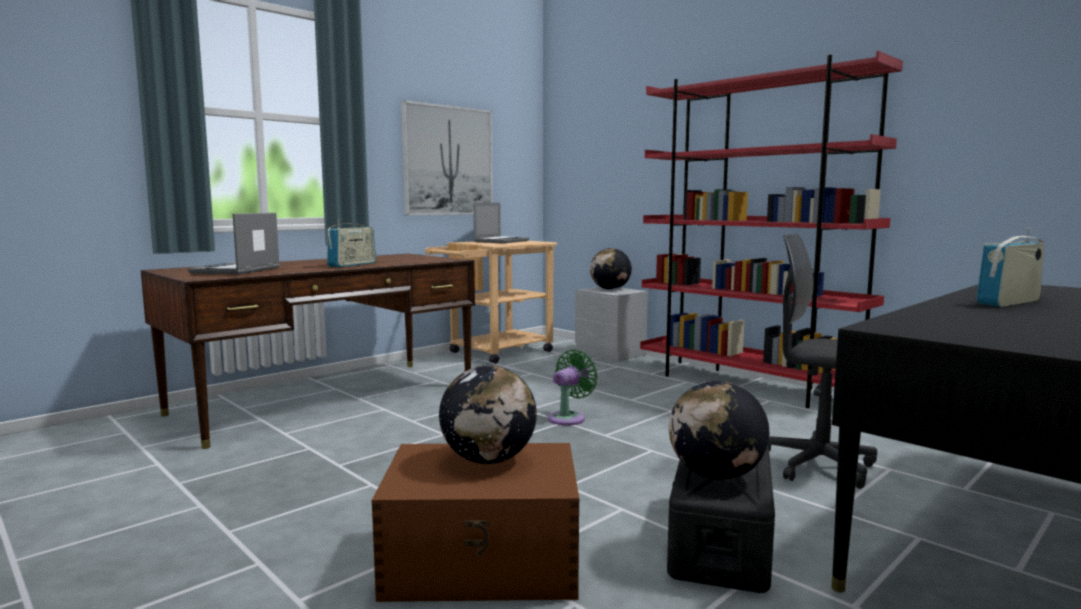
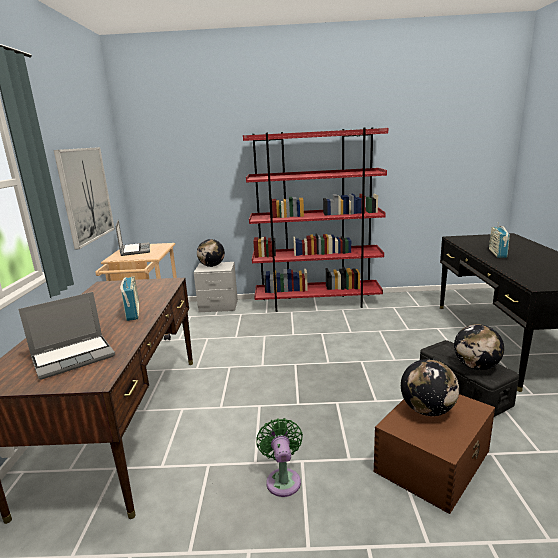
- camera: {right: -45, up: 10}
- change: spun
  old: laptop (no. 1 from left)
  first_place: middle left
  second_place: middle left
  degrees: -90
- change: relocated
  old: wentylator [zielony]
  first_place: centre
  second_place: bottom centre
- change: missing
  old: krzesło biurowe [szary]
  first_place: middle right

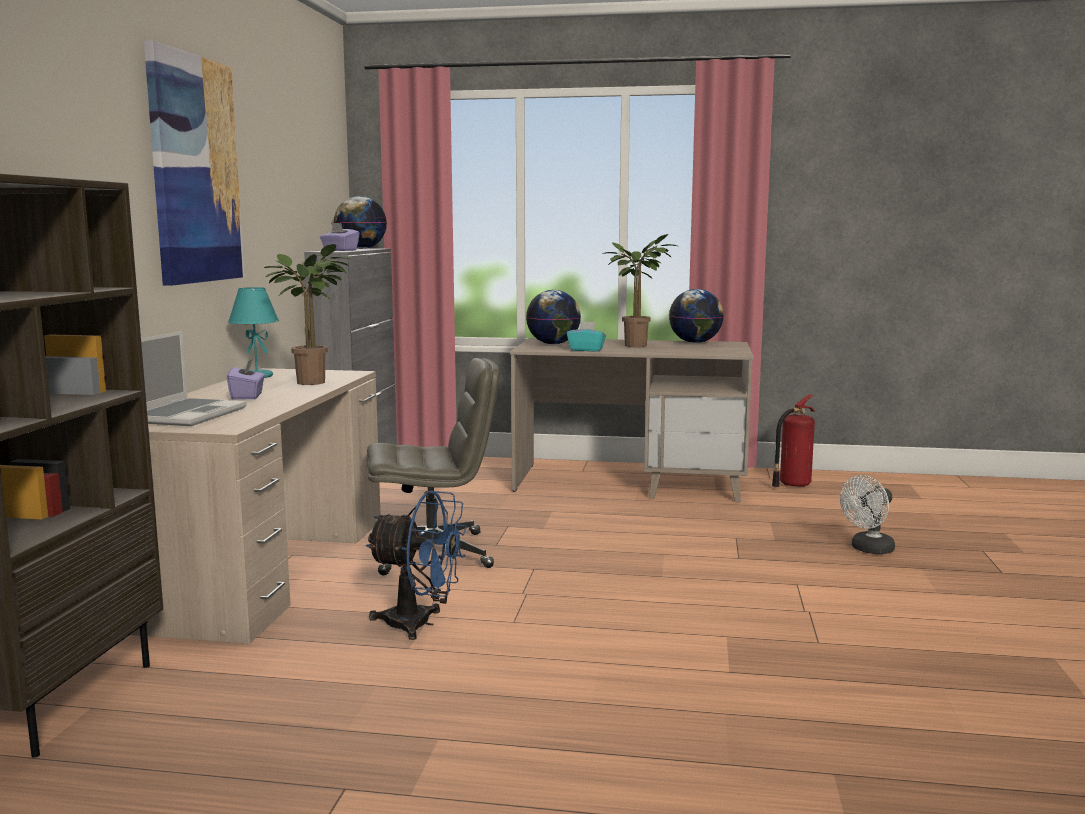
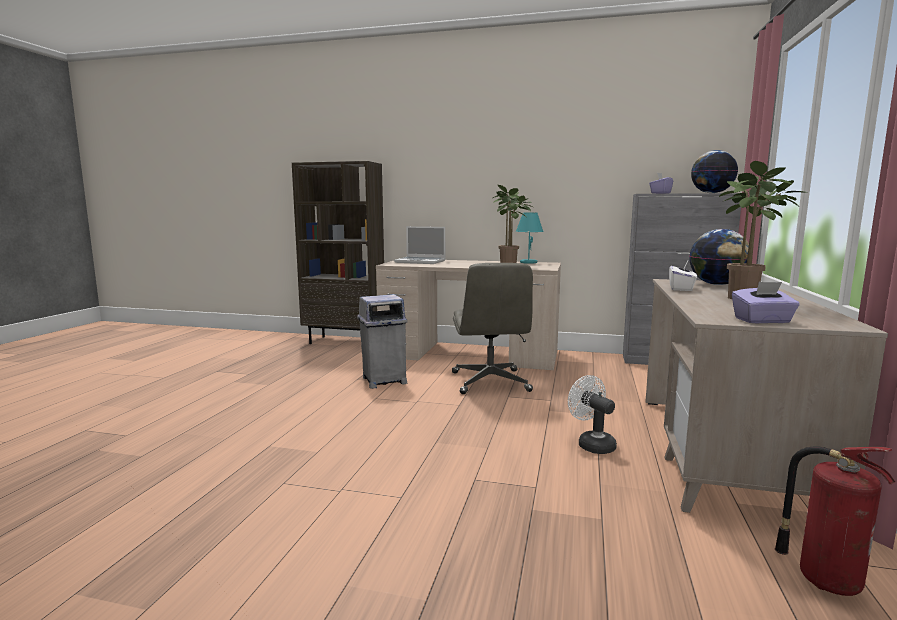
- camera: {right: 95, up: 0}
- change: exchanged
  old: wentylator [niebieski]
  new: kosz na śmieci [szary]
  first_place: bottom centre
  second_place: centre
- change: relocated
  old: wentylator [biały]
  first_place: middle right
  second_place: bottom centre
- change: colour
  old: pudełko chusteczek [turkusowy]
  new: pudełko chusteczek [biały]
  first_place: centre
  second_place: middle right
- change: relocated
  old: pudełko chusteczek [fioletowy] (no. 1 from left in the first image)
  new: pudełko chusteczek [fioletowy] (no. 2 from left)
  first_place: middle left
  second_place: middle right
- change: missing
  old: obraz
  first_place: top left
- change: missing
  old: globus (no. 3 from left)
  first_place: centre

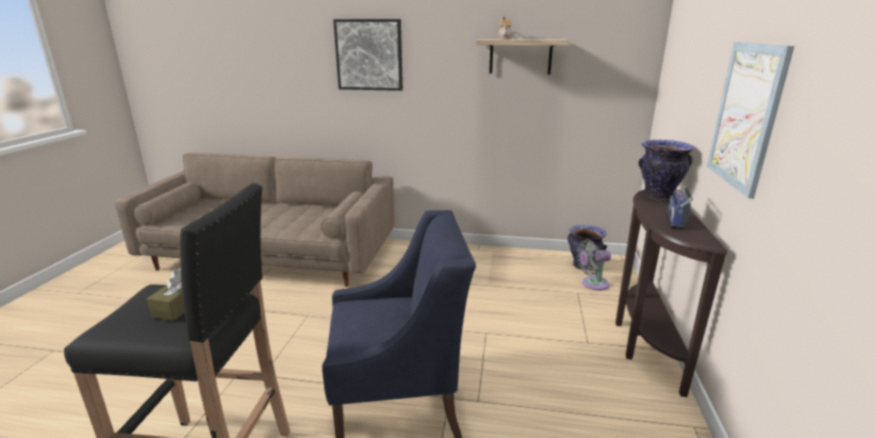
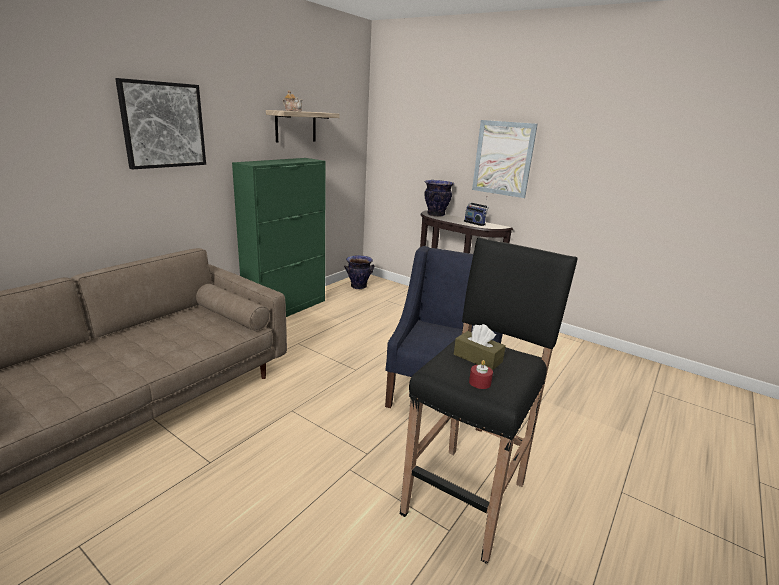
- camera: {right: -65, up: 0}
- change: appeared
  new: szafka [zielony]
  second_place: centre
- change: appeared
  new: świeca [czerwony]
  second_place: centre
- change: missing
  old: wentylator [szary]
  first_place: middle right

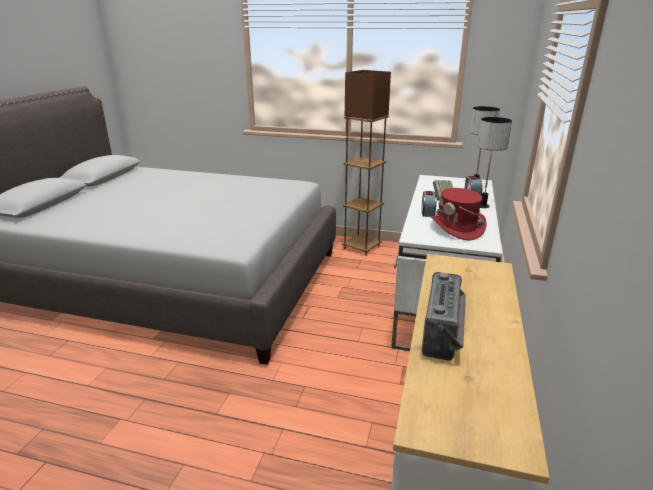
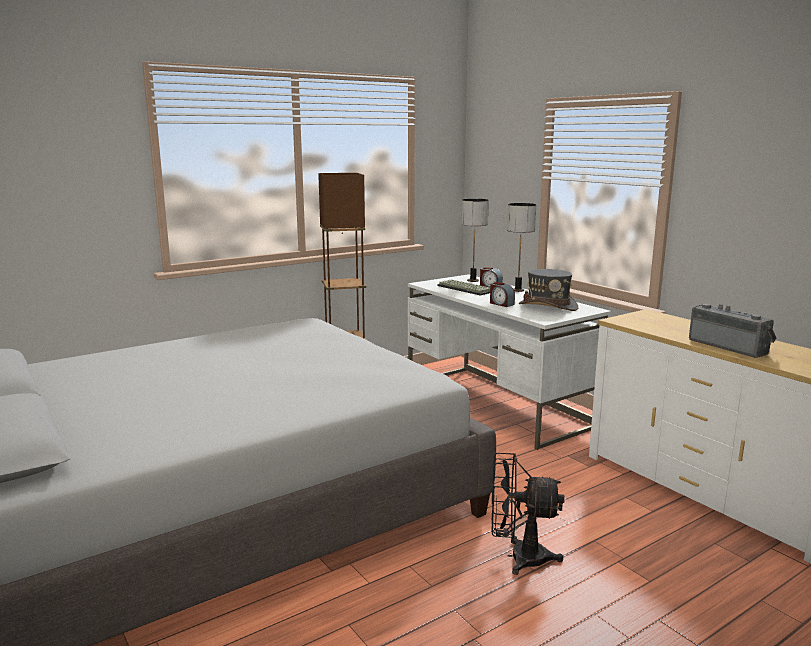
- camera: {right: -50, up: -10}
- change: appeared
  new: wentylator [czarny]
  second_place: bottom centre
- change: colour
  old: kapelusz [czerwony]
  new: kapelusz [szary]
  first_place: middle right
  second_place: middle right

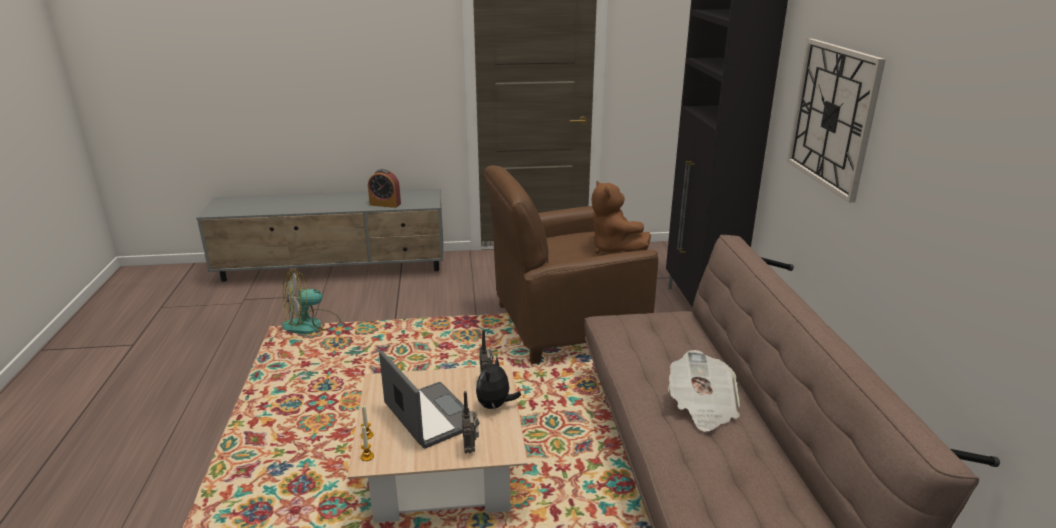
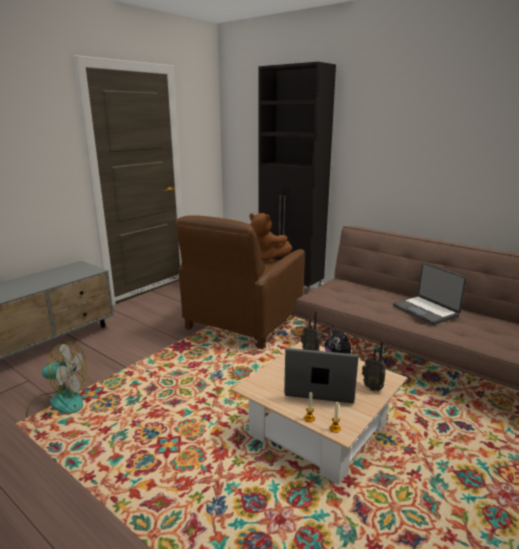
- camera: {right: -45, up: -5}
- change: spun
  old: wentylator
  first_place: middle left
  second_place: bottom left
  degrees: -105
- change: exchanged
  old: gazeta
  new: laptop (no. 2 from left)
  first_place: bottom right
  second_place: middle right
- change: missing
  old: budzik
  first_place: centre
- change: missing
  old: zegar ścienny
  first_place: top right

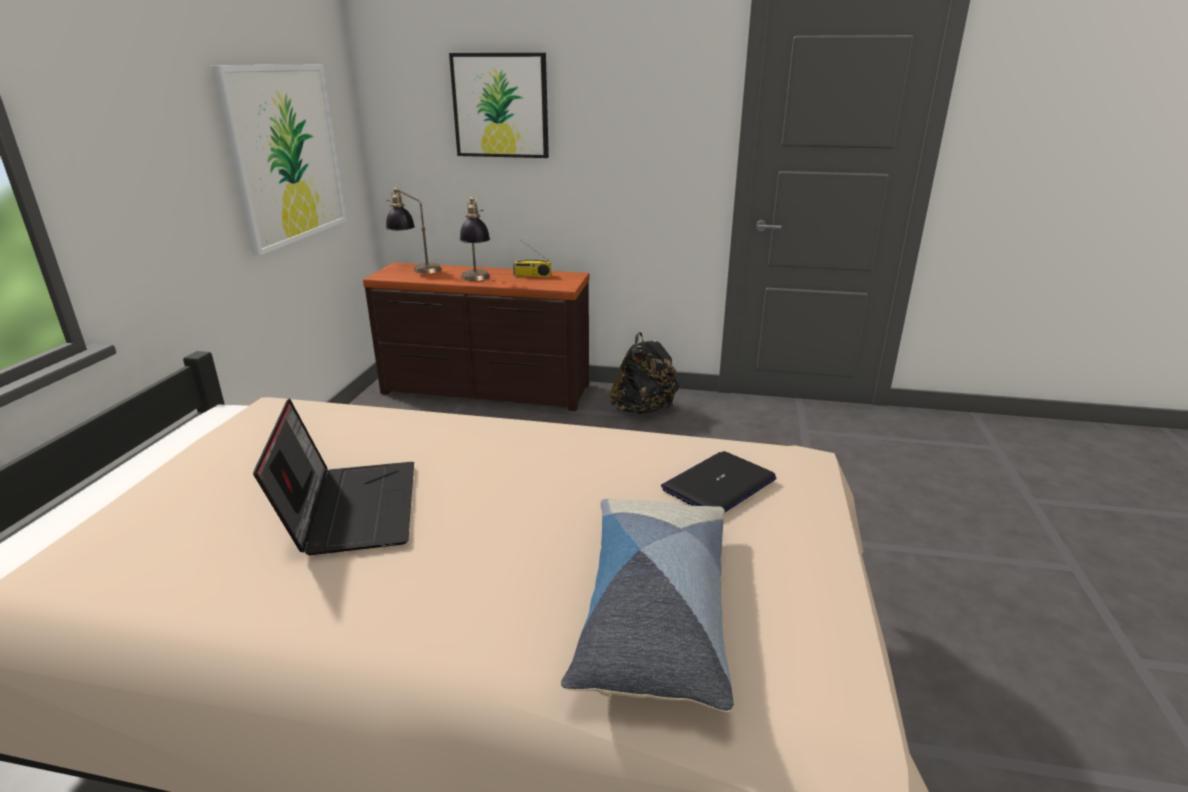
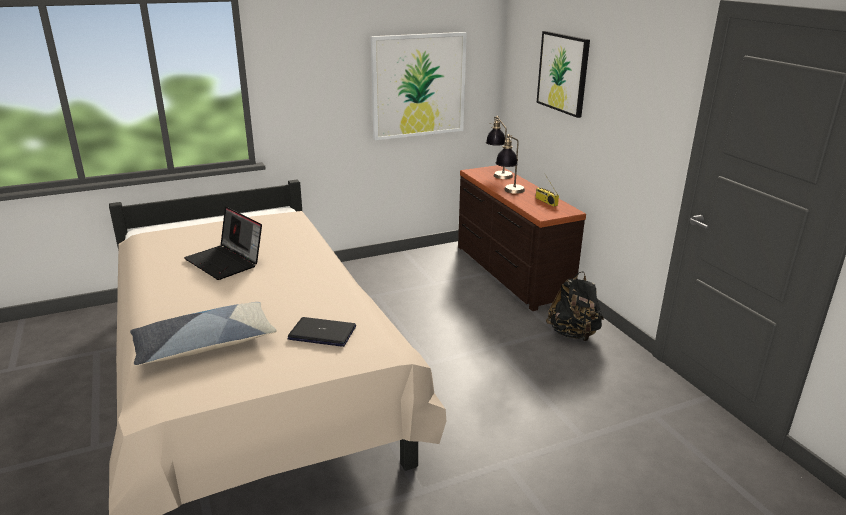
- camera: {right: 55, up: 0}
- change: spun
  old: laptop (no. 1 from left)
  first_place: middle left
  second_place: middle left
  degrees: 90

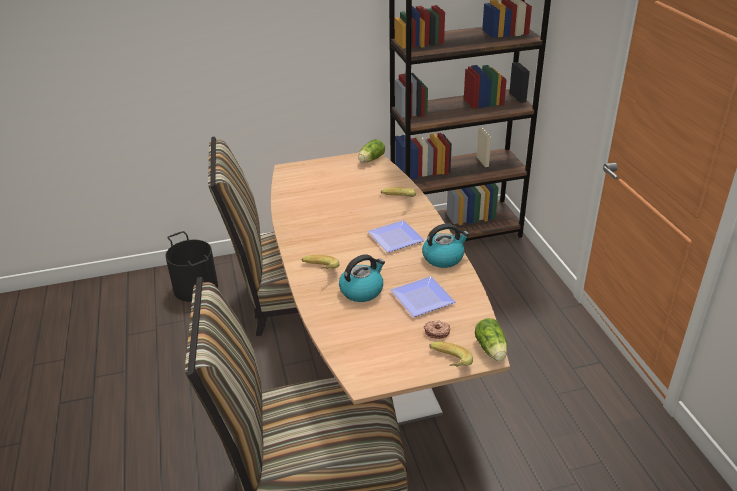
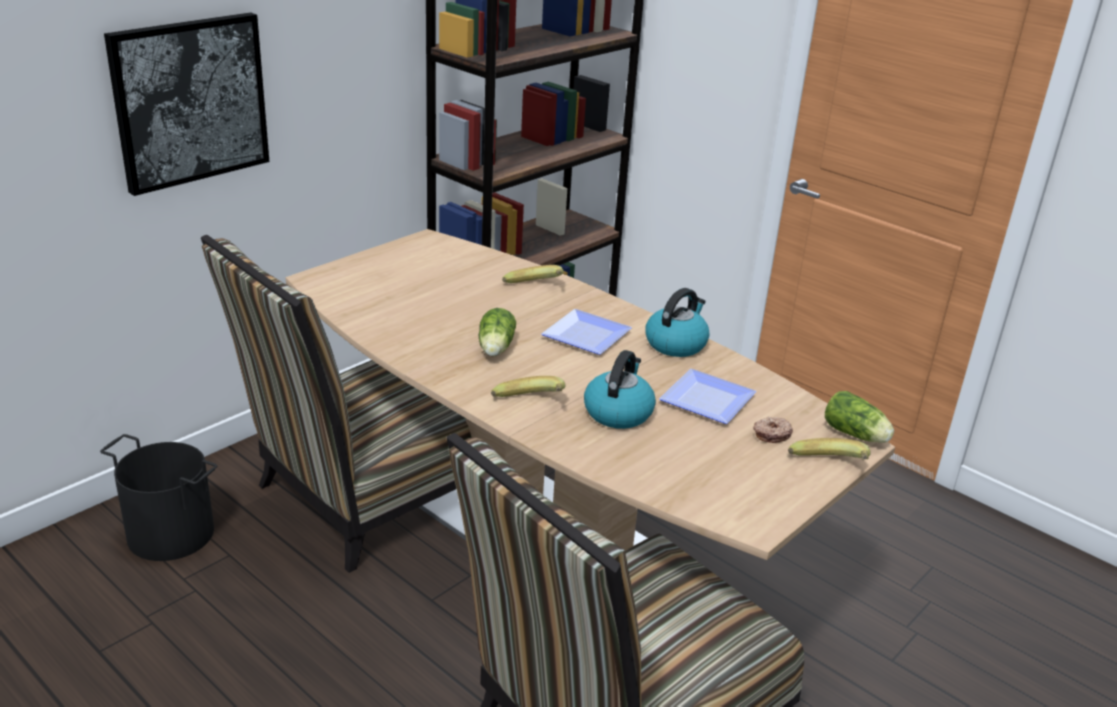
- camera: {right: -35, up: -5}
- change: appeared
  new: obraz
  second_place: top left
- change: relocated
  old: sałata (no. 1 from left)
  first_place: top centre
  second_place: centre

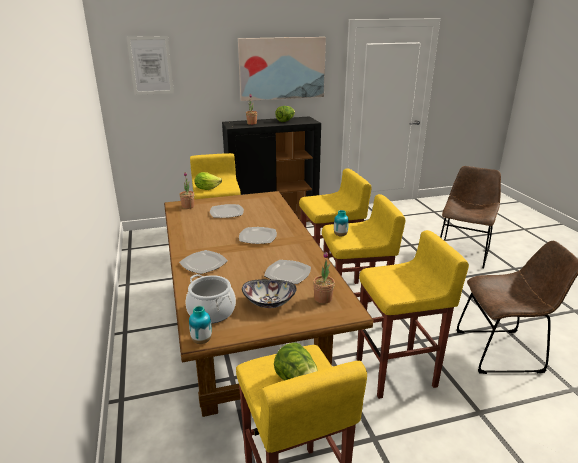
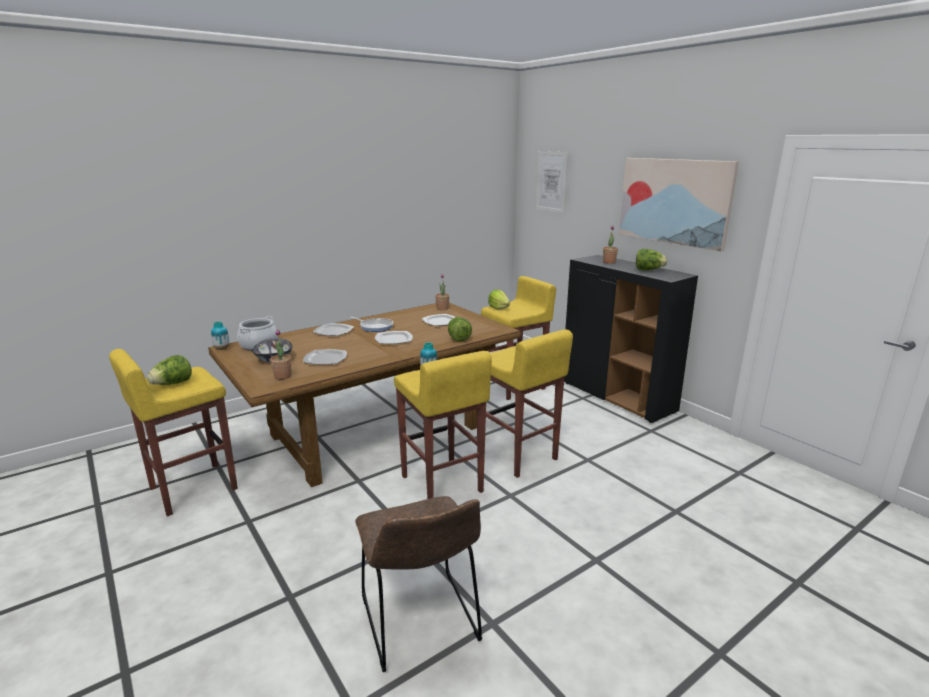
- camera: {right: 70, up: -5}
- change: appeared
  new: patelnia
  second_place: centre
- change: appeared
  new: sałata (no. 2 from left)
  second_place: centre
- change: missing
  old: stołek [żółty] (no. 5 from left)
  first_place: bottom right
- change: missing
  old: krzesło [brązowy] (no. 1 from left)
  first_place: middle right

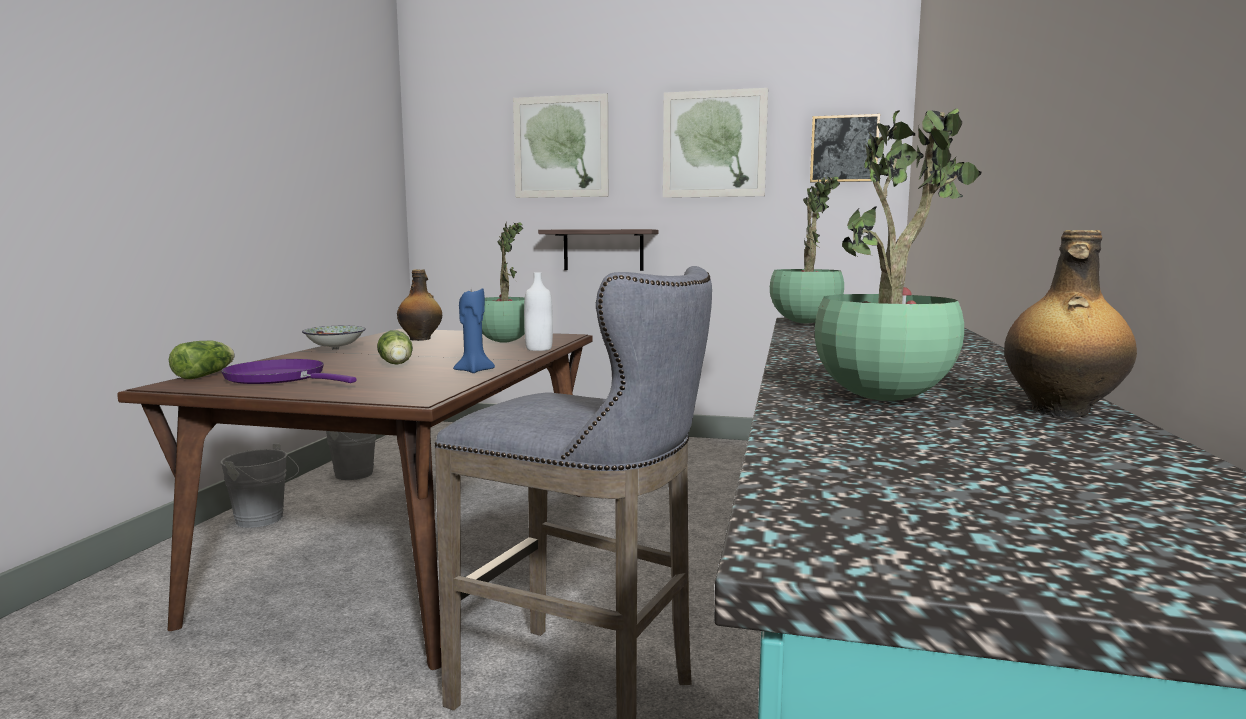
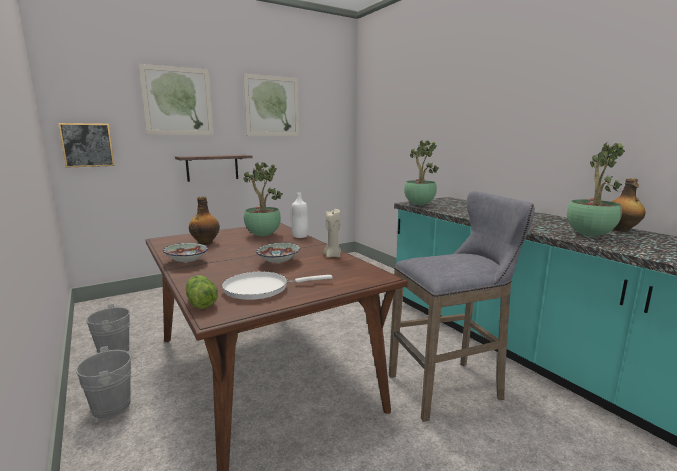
- camera: {right: -45, up: 5}
- change: relocated
  old: obraz (no. 3 from left in the first image)
  new: obraz (no. 1 from left)
  first_place: top right
  second_place: top left
- change: colour
  old: patelnia [fioletowy]
  new: patelnia [biały]
  first_place: middle left
  second_place: centre
- change: exchanged
  old: sałata (no. 2 from left)
  new: miska (no. 2 from left)
  first_place: middle left
  second_place: centre
- change: colour
  old: świeca [niebieski]
  new: świeca [beżowy]
  first_place: centre
  second_place: centre

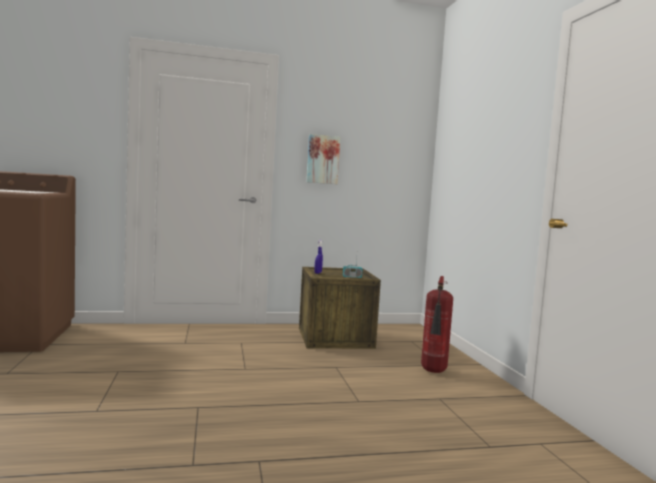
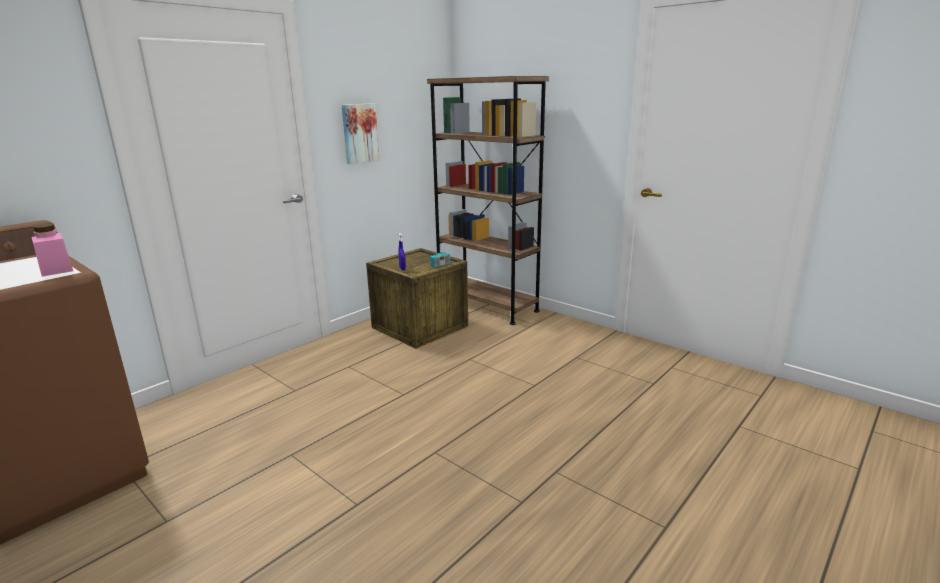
- camera: {right: -35, up: 15}
- change: appeared
  new: słoik [różowy]
  second_place: middle left
- change: appeared
  new: regał [brązowy]
  second_place: centre
- change: missing
  old: gaśnica
  first_place: bottom centre

